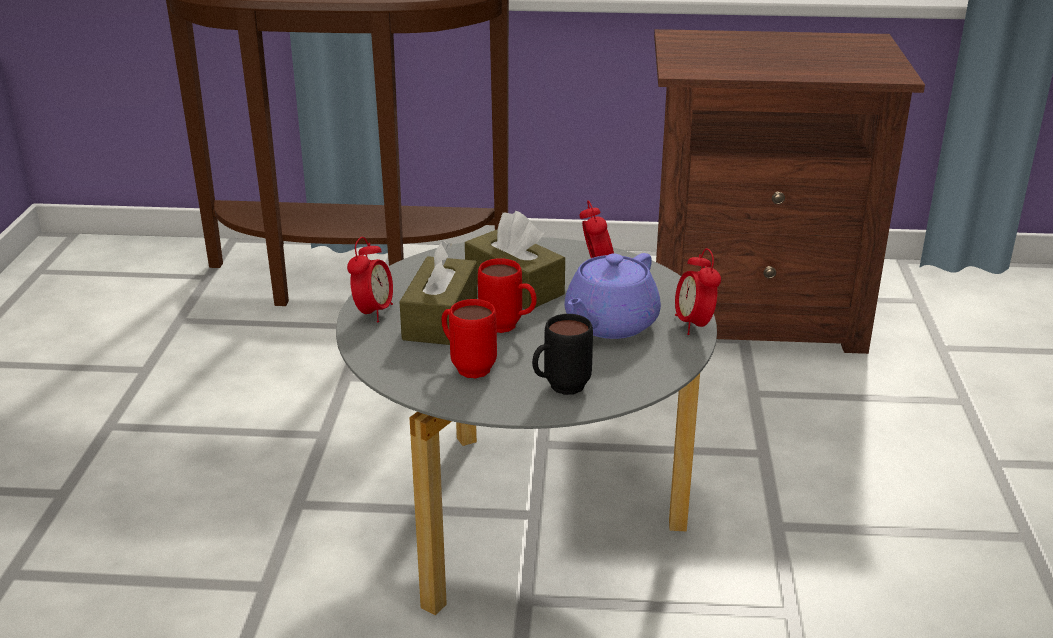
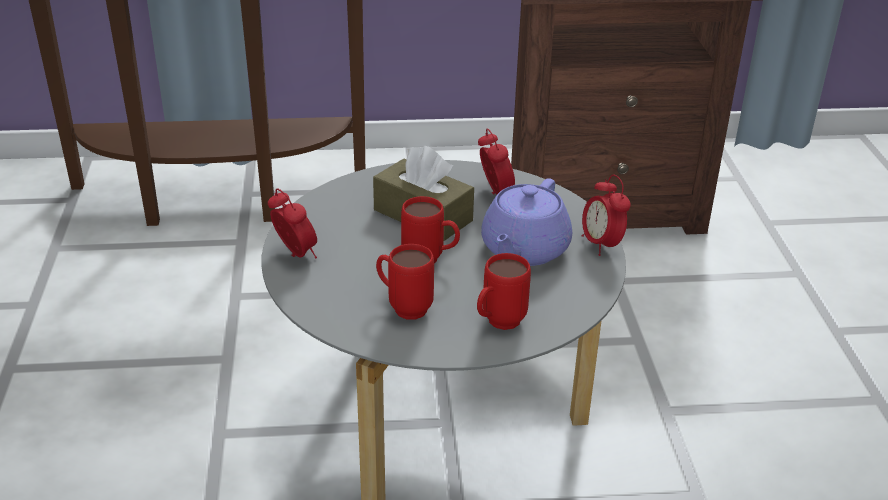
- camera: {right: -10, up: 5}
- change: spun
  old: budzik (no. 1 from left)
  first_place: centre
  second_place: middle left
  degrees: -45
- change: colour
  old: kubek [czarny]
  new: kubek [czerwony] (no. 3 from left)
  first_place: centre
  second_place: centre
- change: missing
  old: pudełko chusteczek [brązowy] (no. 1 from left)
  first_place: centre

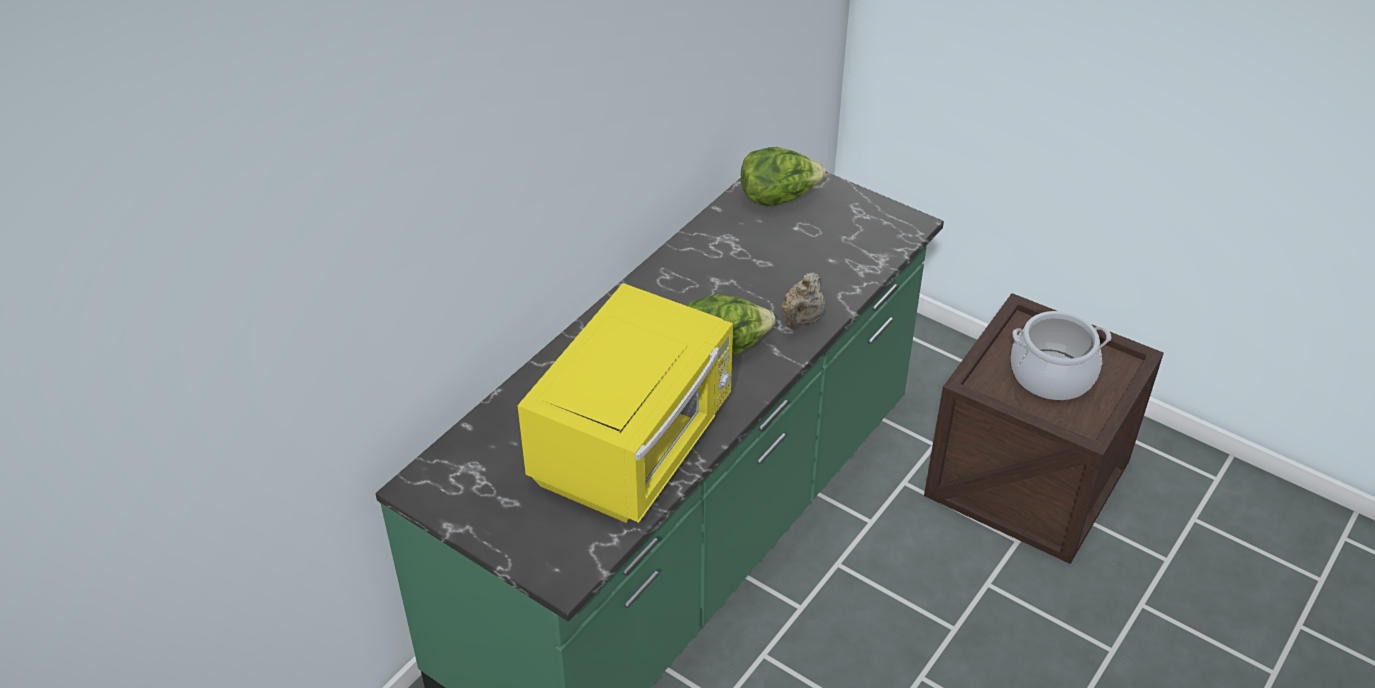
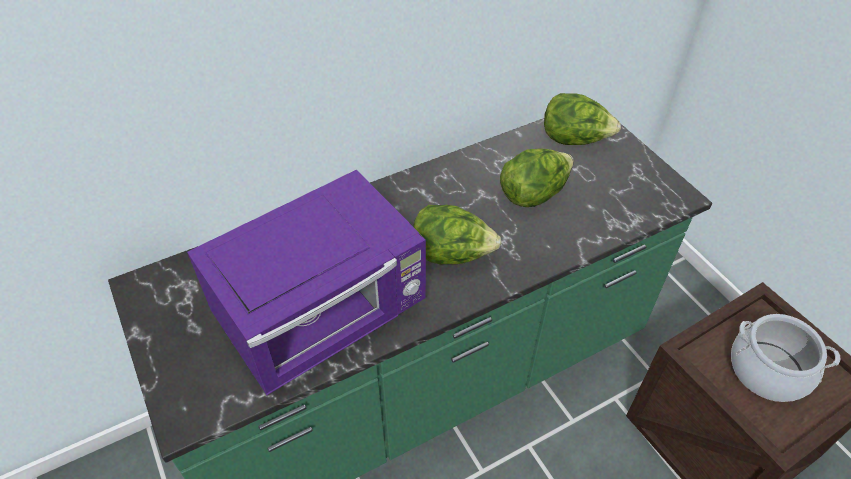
- camera: {right: 25, up: 5}
- change: colour
  old: mikrofalówka [żółty]
  new: mikrofalówka [fioletowy]
  first_place: centre
  second_place: centre
- change: appeared
  new: sałata (no. 2 from left)
  second_place: centre
- change: missing
  old: imbryk [beżowy]
  first_place: centre

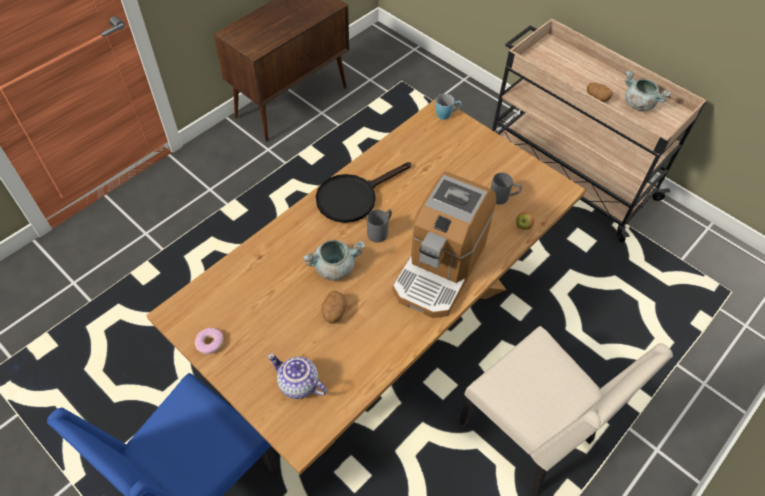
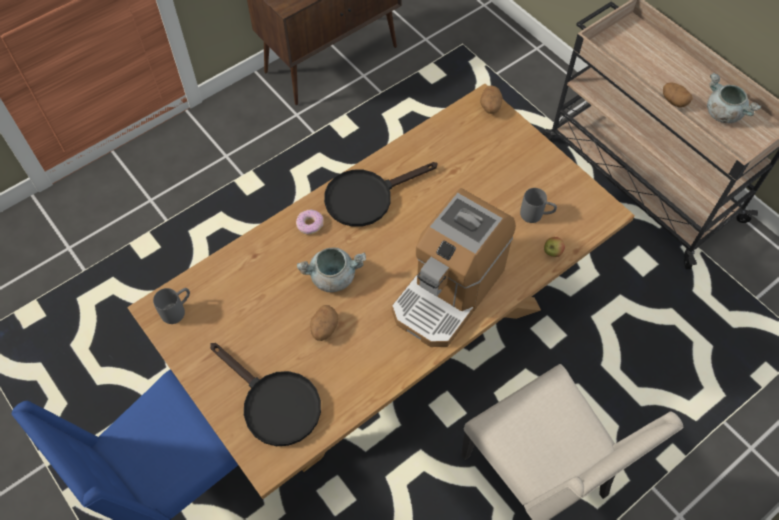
- camera: {right: 10, up: 5}
- change: relocated
  old: kubek [szary] (no. 1 from left)
  first_place: centre
  second_place: middle left
- change: exchanged
  old: imbryk
  new: patelnia [czarny] (no. 1 from left)
  first_place: bottom centre
  second_place: bottom centre
- change: relocated
  old: donut
  first_place: bottom left
  second_place: centre
- change: exchanged
  old: kubek [niebieski]
  new: ziemniak (no. 2 from left)
  first_place: top centre
  second_place: top centre

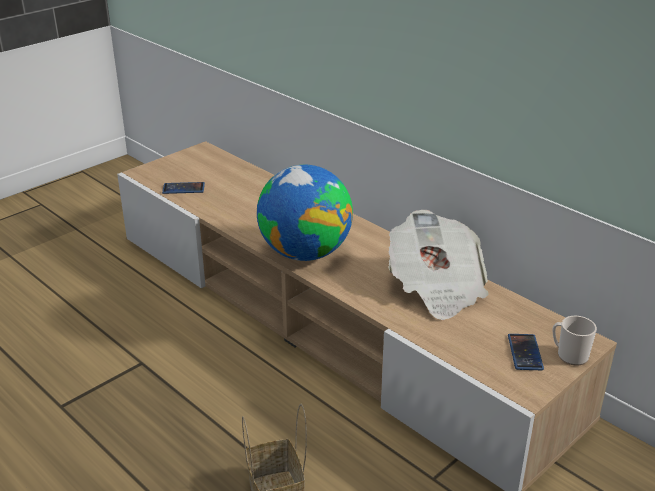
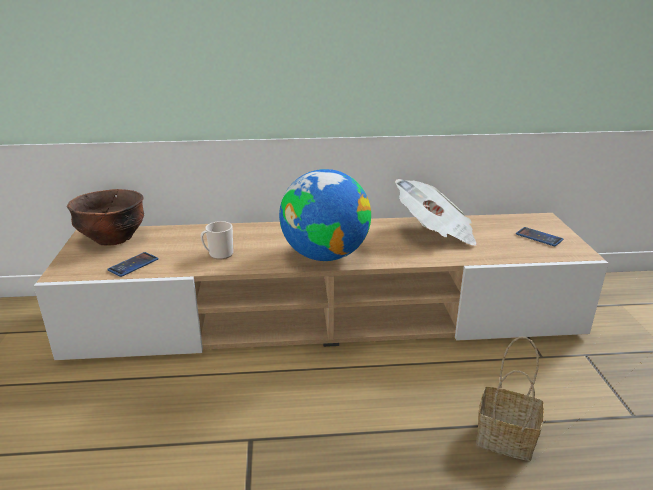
- camera: {right: -50, up: -5}
- change: appeared
  new: miska [brązowy]
  second_place: middle left
- change: relocated
  old: kubek
  first_place: bottom right
  second_place: middle left

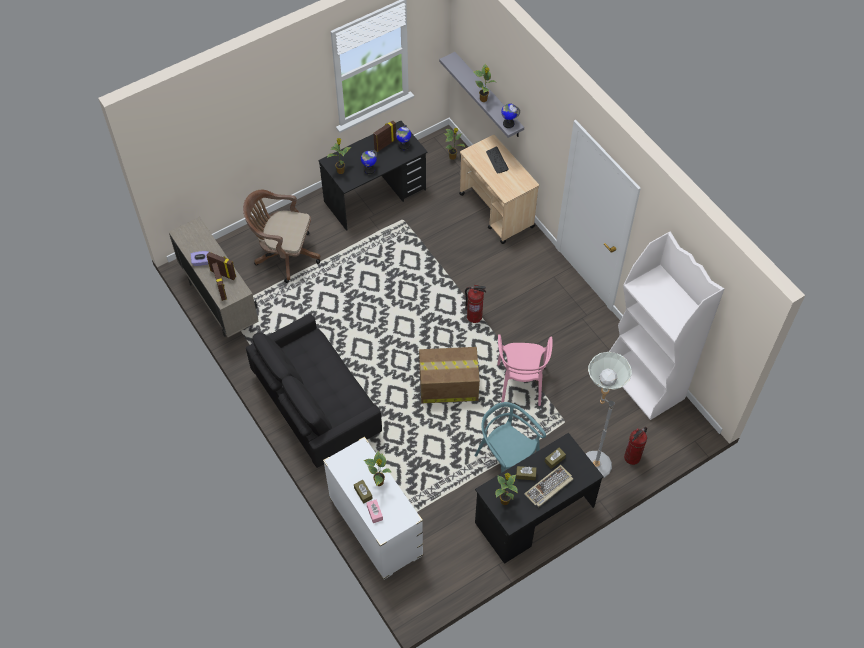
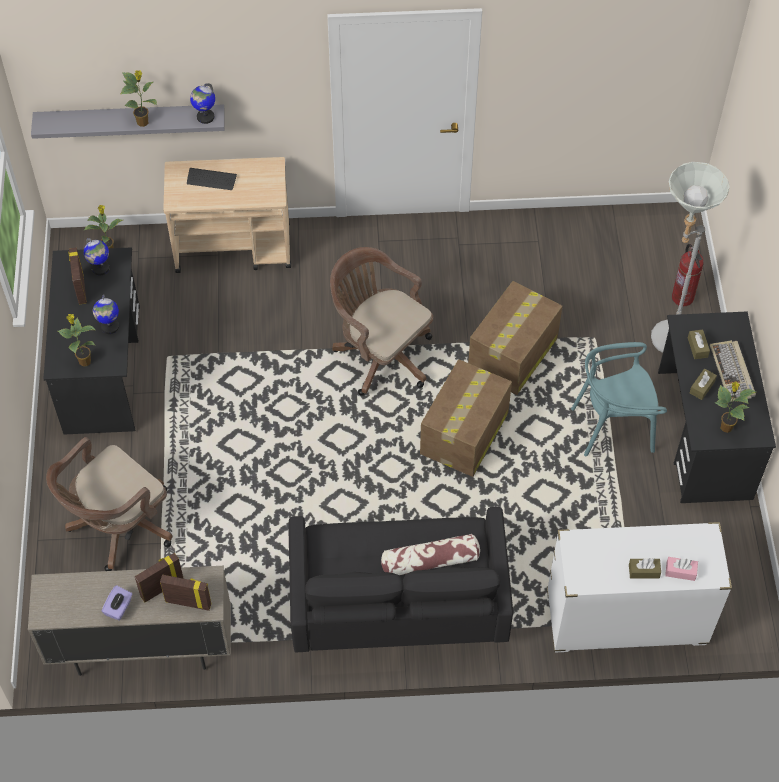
- camera: {right: -60, up: 0}
- change: exchanged
  old: gaśnica (no. 1 from left)
  new: krzesło biurowe [brązowy] (no. 2 from left)
  first_place: centre
  second_place: centre
- change: appeared
  new: poduszka
  second_place: bottom centre
- change: exchanged
  old: krzesło [różowy]
  new: karton (no. 2 from left)
  first_place: centre
  second_place: centre
- change: missing
  old: roślina doniczkowa (no. 2 from left)
  first_place: bottom centre
- change: missing
  old: regał [biały]
  first_place: middle right

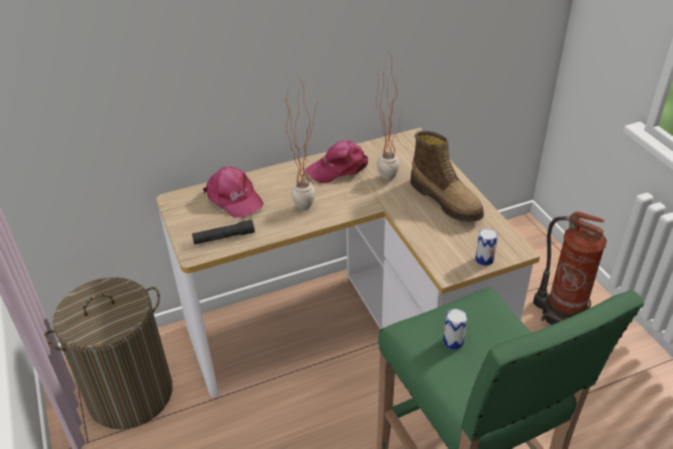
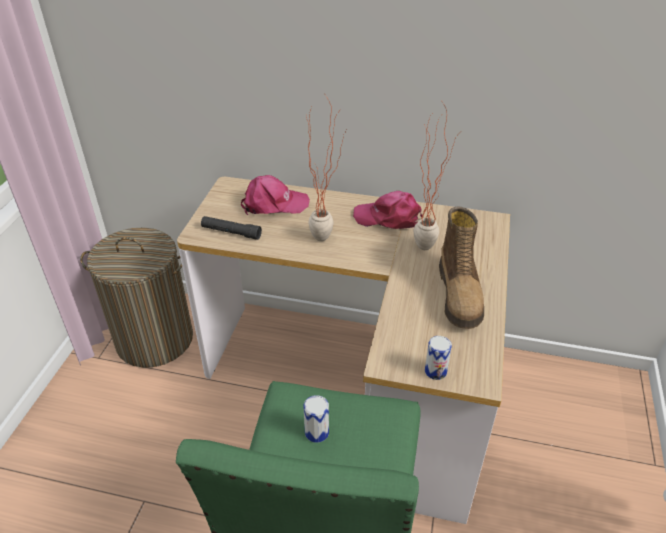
- camera: {right: 35, up: 0}
- change: spun
  old: czapka z daszkiem [różowy] (no. 1 from left)
  first_place: centre
  second_place: centre
  degrees: -90
- change: missing
  old: gaśnica
  first_place: middle right

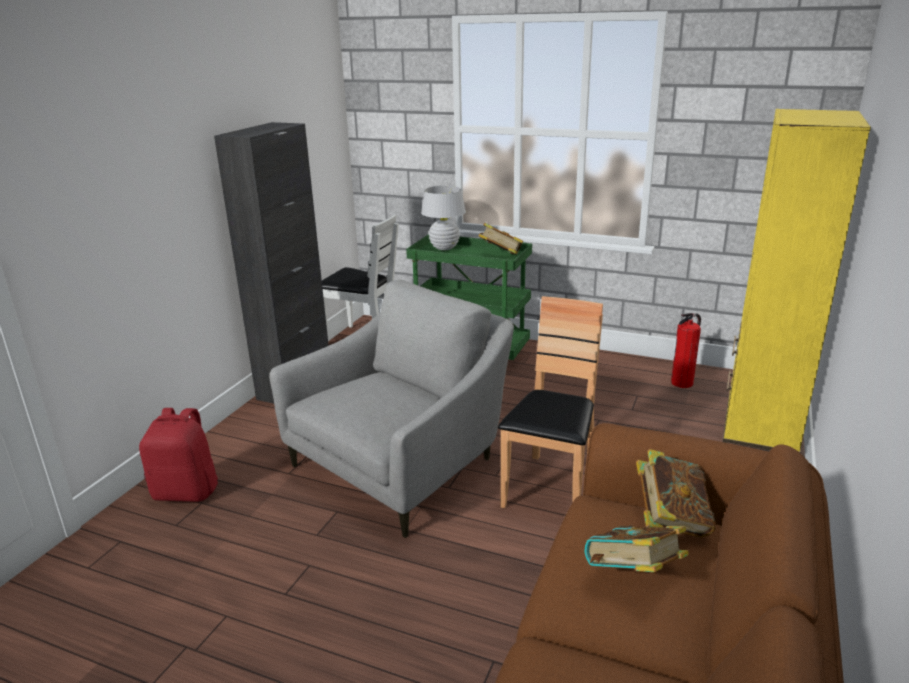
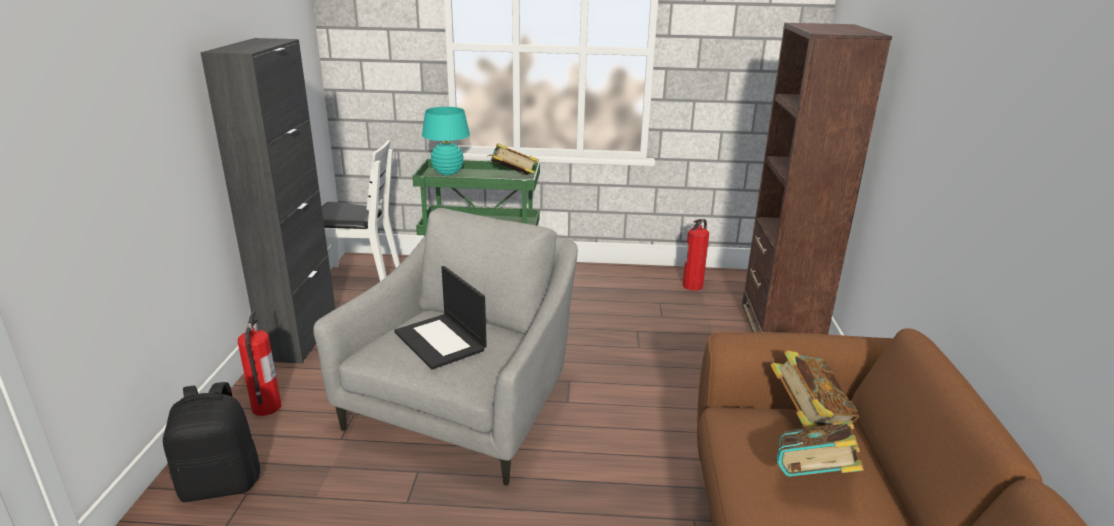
- camera: {right: -20, up: 0}
- change: colour
  old: plecak [czerwony]
  new: plecak [czarny]
  first_place: middle left
  second_place: bottom left
- change: appeared
  new: gaśnica (no. 1 from left)
  second_place: bottom left
- change: appeared
  new: laptop
  second_place: centre
- change: colour
  old: lampa stołowa [biały]
  new: lampa stołowa [turkusowy]
  first_place: top centre
  second_place: top centre
- change: colour
  old: regał [żółty]
  new: regał [brązowy]
  first_place: middle right
  second_place: middle right
- change: missing
  old: krzesło [brązowy]
  first_place: centre

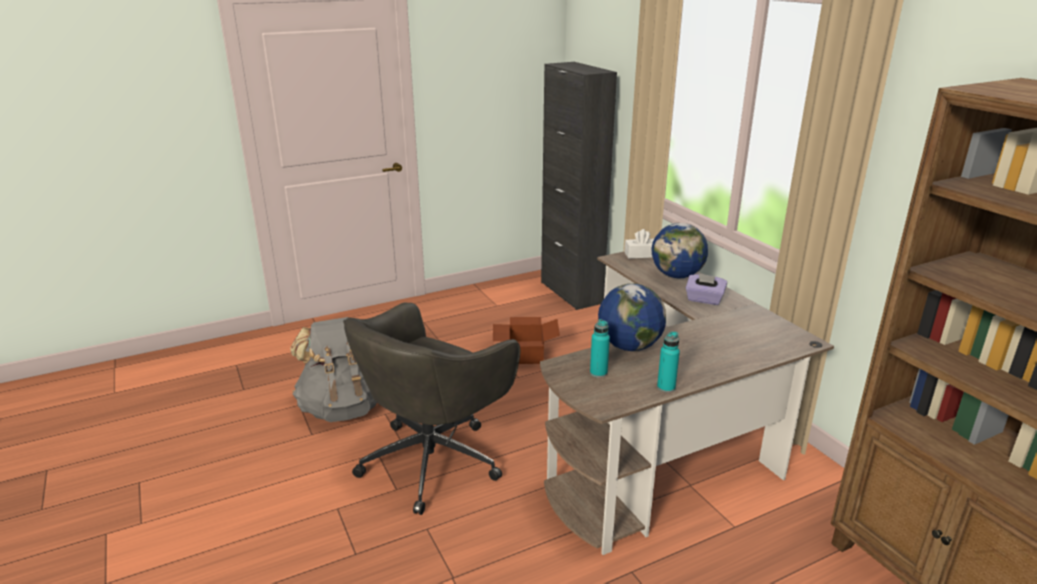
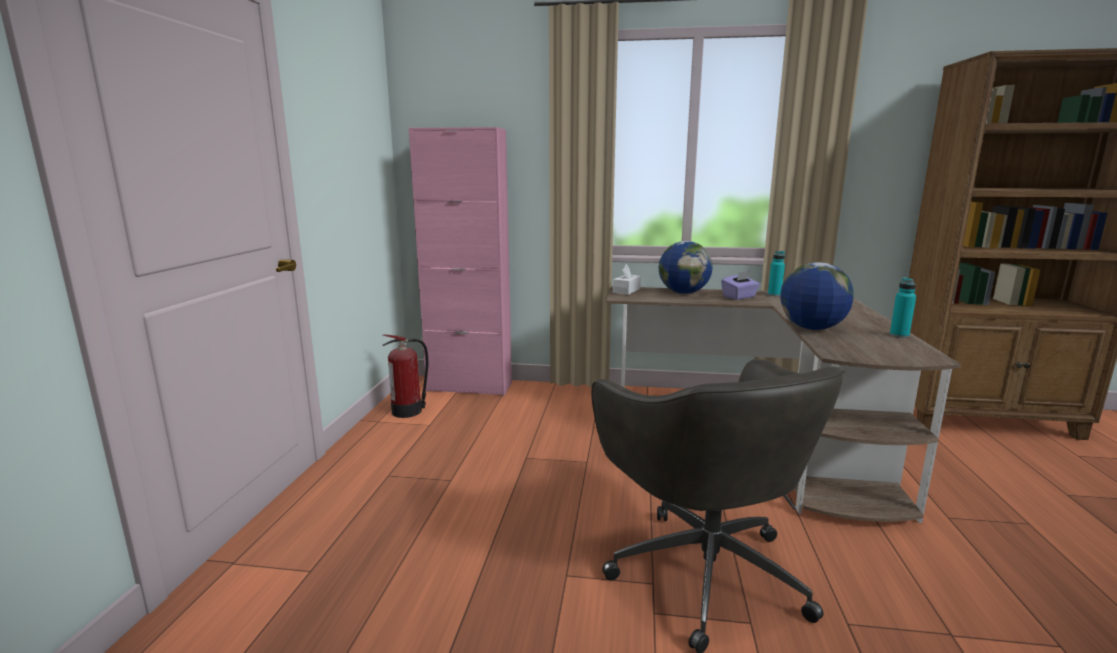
- camera: {right: -55, up: -10}
- change: appeared
  new: gaśnica
  second_place: centre
- change: colour
  old: szafka [czarny]
  new: szafka [różowy]
  first_place: top centre
  second_place: centre
- change: relocated
  old: butelka [turkusowy] (no. 1 from left)
  first_place: centre
  second_place: middle right
- change: missing
  old: plecak [szary]
  first_place: middle left
- change: missing
  old: karton
  first_place: centre

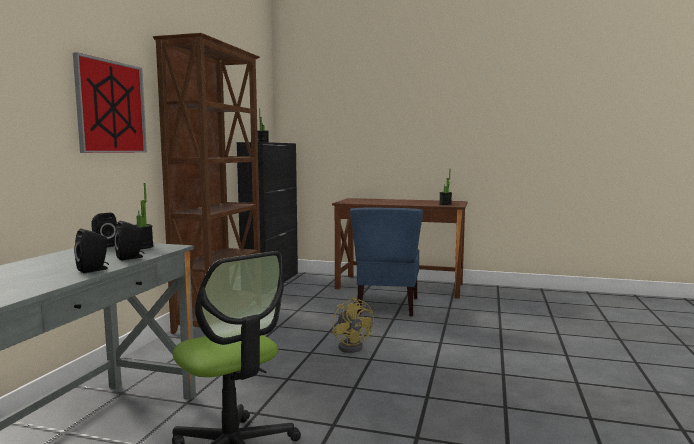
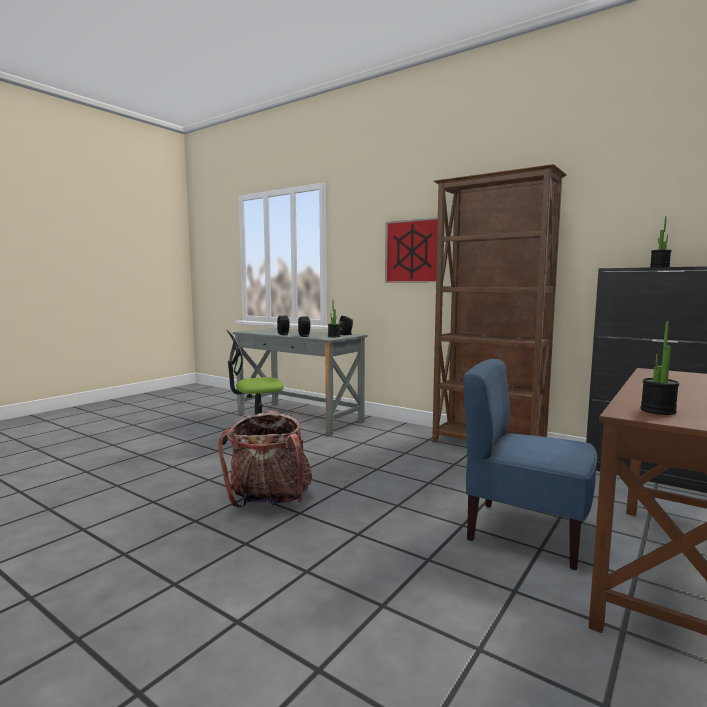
- camera: {right: 110, up: 0}
- change: appeared
  new: plecak
  second_place: centre
- change: missing
  old: wentylator [żółty]
  first_place: bottom centre

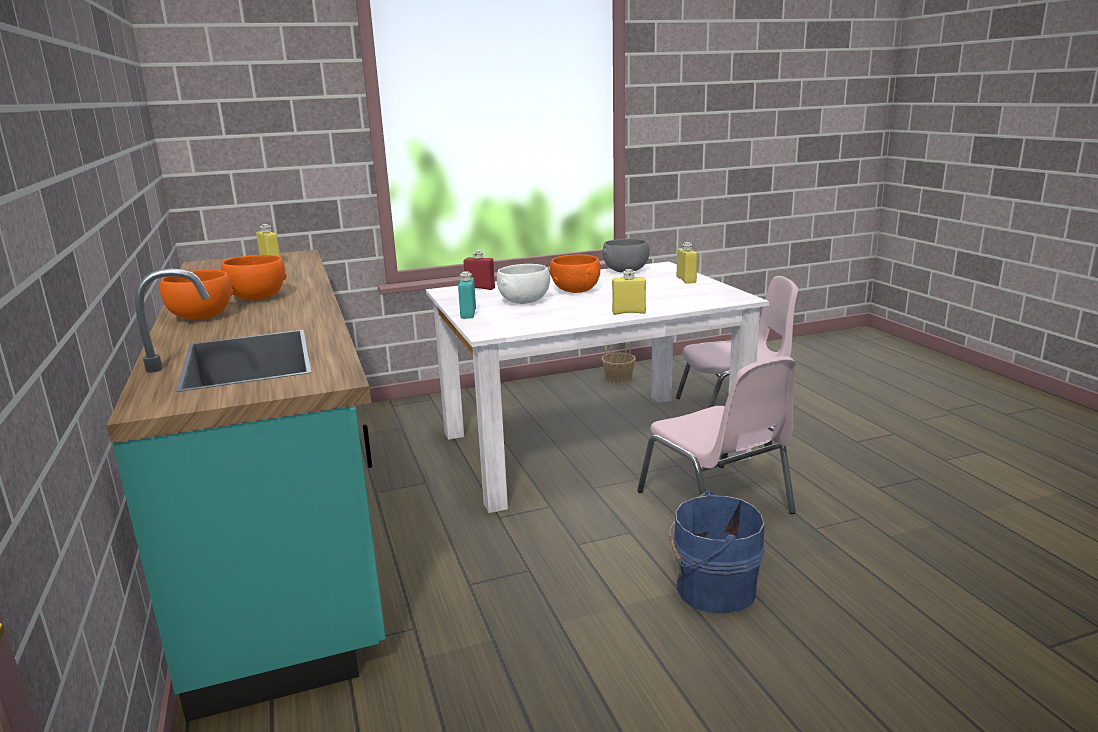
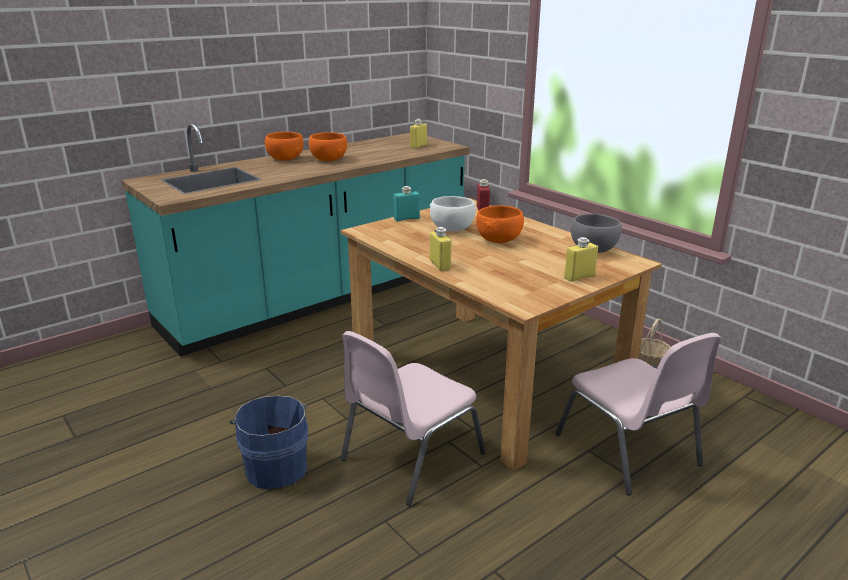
- camera: {right: 70, up: 5}
- change: colour
  old: stół jadalny [biały]
  new: stół jadalny [brązowy]
  first_place: centre
  second_place: centre

